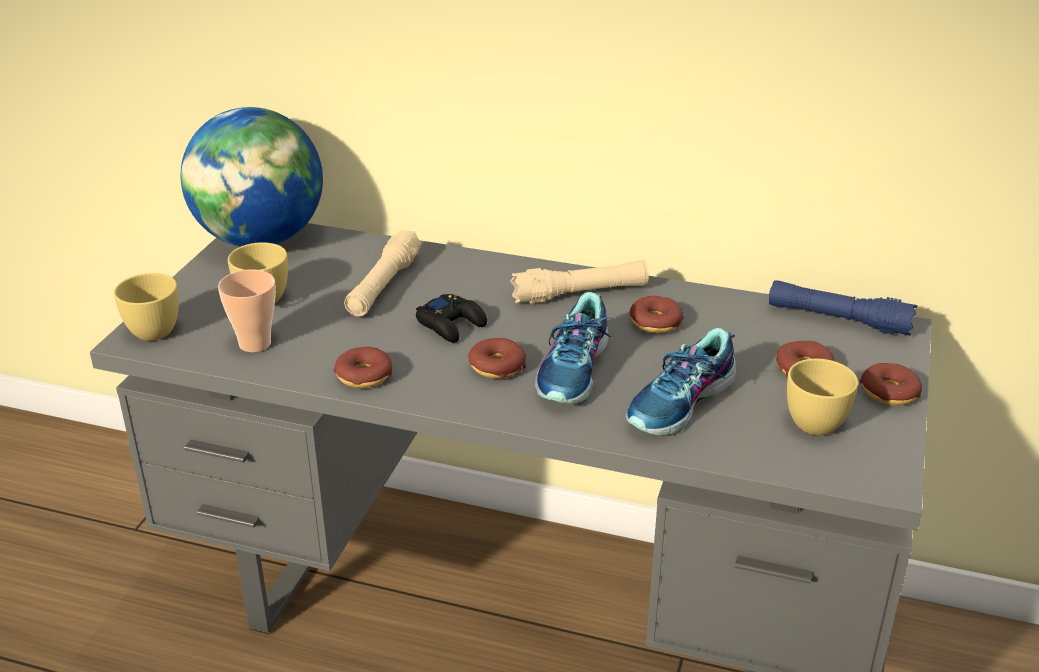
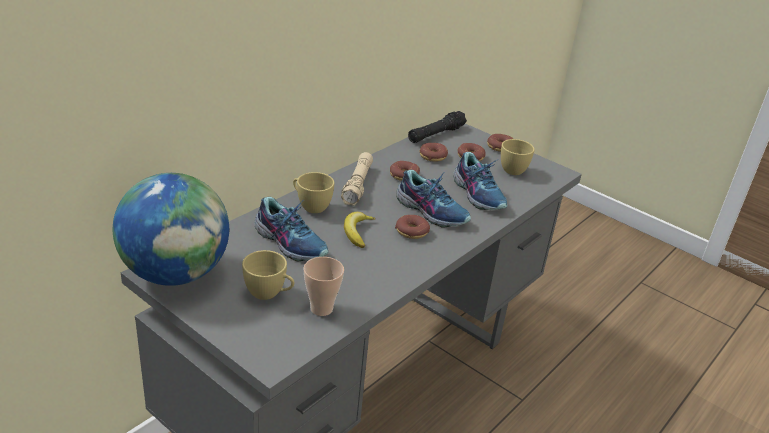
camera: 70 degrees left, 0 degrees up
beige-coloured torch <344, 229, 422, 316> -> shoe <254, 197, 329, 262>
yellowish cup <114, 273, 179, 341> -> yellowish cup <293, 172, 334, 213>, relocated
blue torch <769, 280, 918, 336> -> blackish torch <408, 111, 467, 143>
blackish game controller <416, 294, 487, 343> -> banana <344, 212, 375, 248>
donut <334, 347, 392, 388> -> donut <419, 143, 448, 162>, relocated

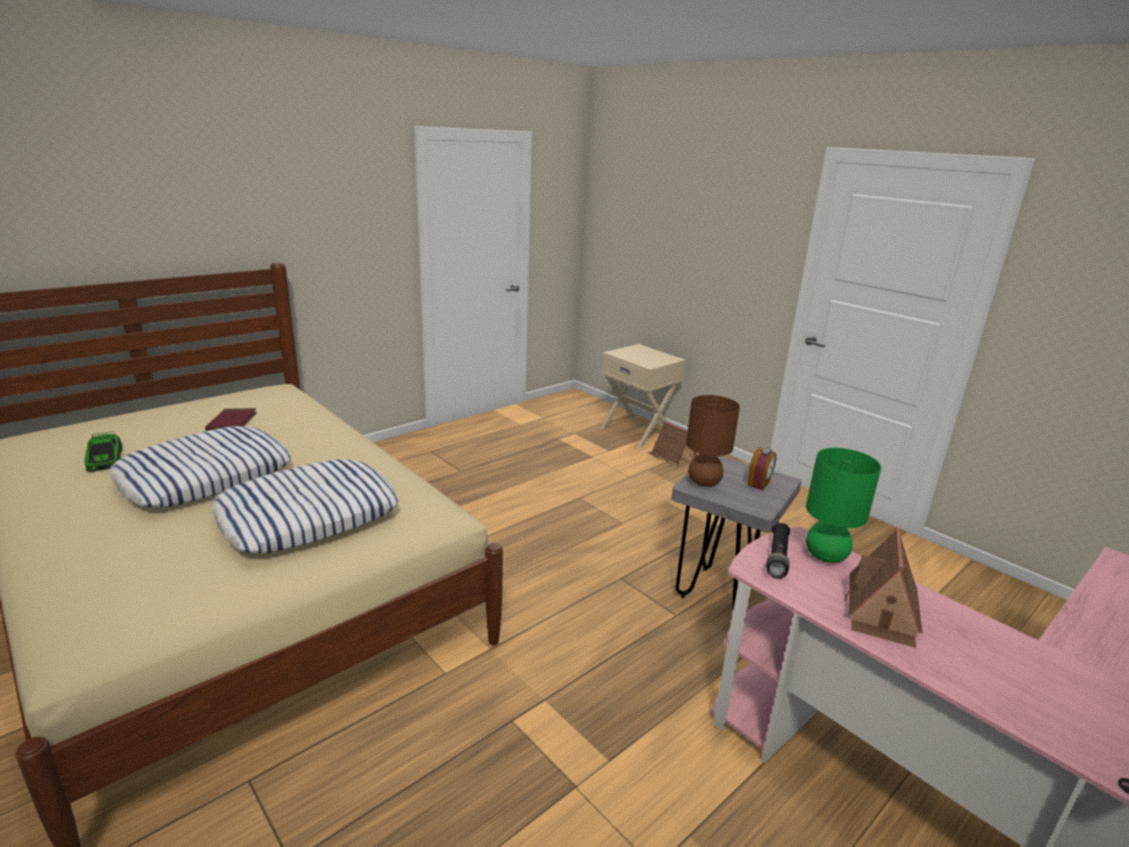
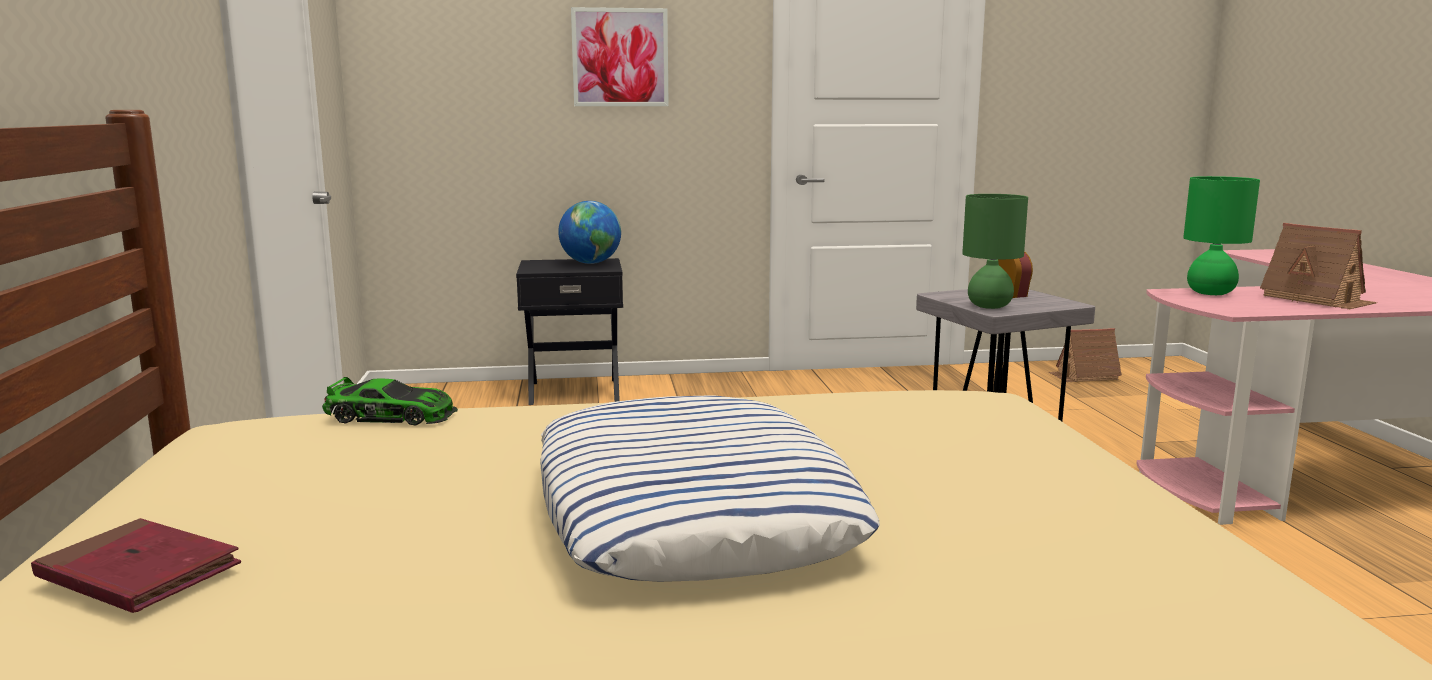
camera: 55 degrees left, 10 degrees down
beige-coloured night table <600, 344, 686, 447> -> blackish night table <516, 258, 623, 405>
brownish lamp for a table <686, 395, 740, 487> -> green-coloured lamp for a table <962, 194, 1028, 309>
red-coloured bound book <205, 408, 257, 431> -> red-coloured bound book <31, 518, 241, 613>, relocated
model house <648, 421, 697, 467> -> model house <1049, 328, 1122, 382>, relocated
toy car <84, 431, 122, 472> -> toy car <322, 377, 458, 426>, relocated
throw pillow <212, 459, 398, 554> -> none
blackish torch <766, 523, 790, 579> -> none
none -> picture <571, 7, 669, 106>
none -> desk globe <558, 201, 621, 264>

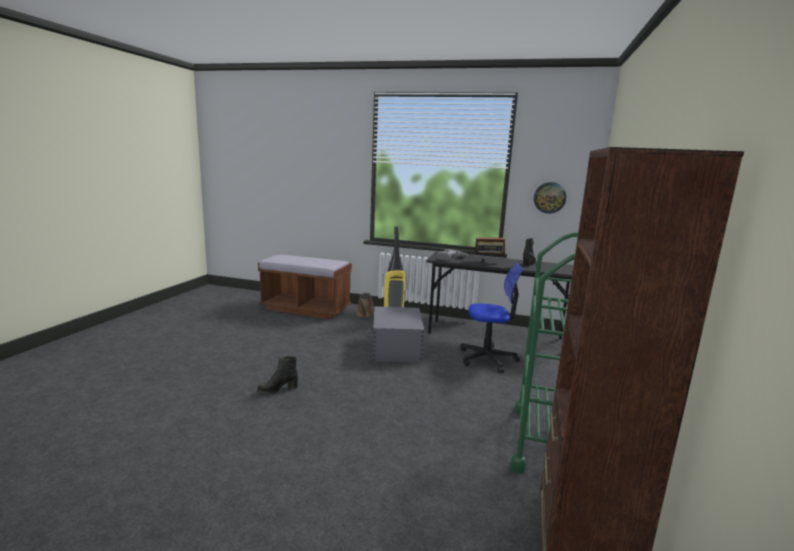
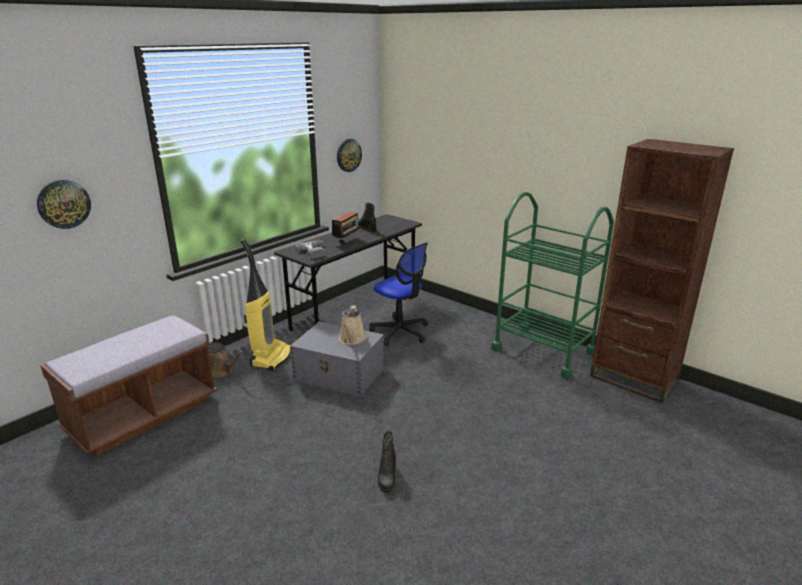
camera: 65 degrees left, 10 degrees up
desk chair <460, 263, 523, 373> -> desk chair <369, 242, 428, 346>, 105 degrees clockwise
none -> hanging clock <37, 180, 91, 229>
none -> beige-coloured watering can <339, 305, 366, 345>

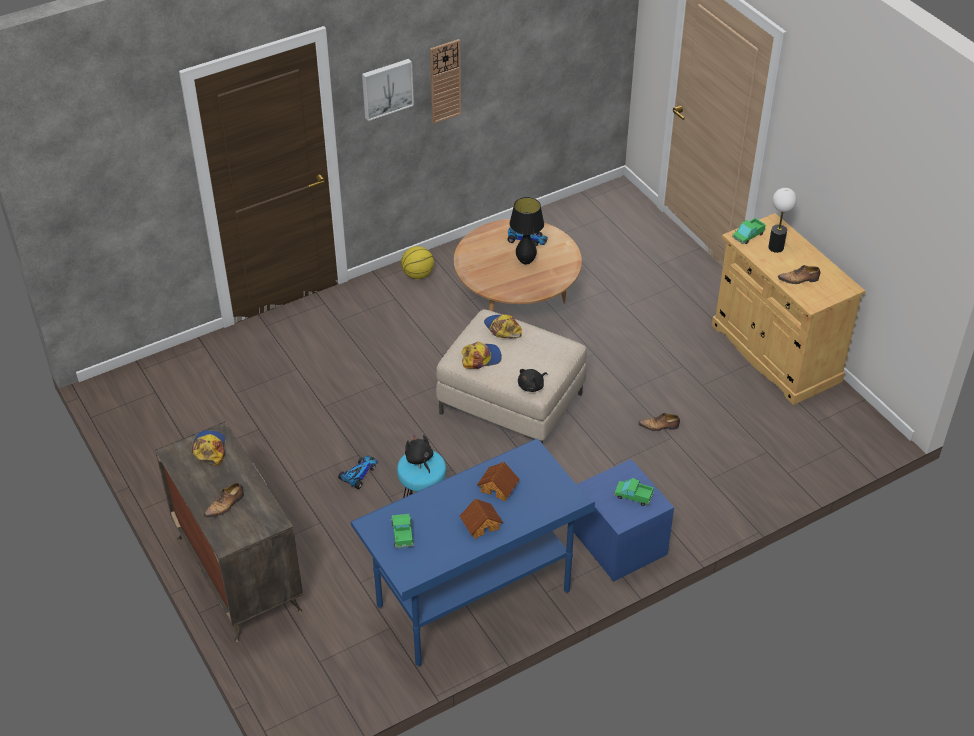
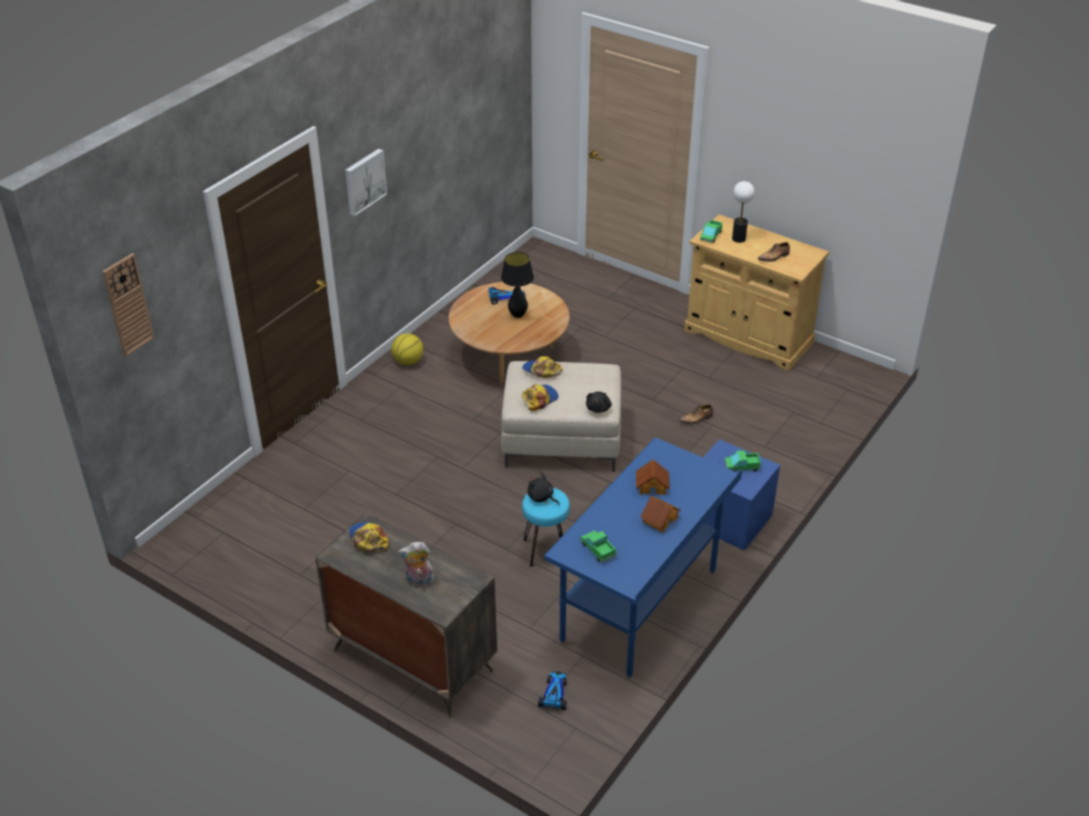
camera: 25 degrees left, 5 degrees down
hanging clock <430, 39, 461, 124> -> hanging clock <103, 253, 154, 356>, relocated
toy car <338, 455, 378, 489> -> toy car <538, 671, 567, 710>, relocated
shoe <204, 483, 244, 518> -> cuddly toy <398, 542, 435, 586>

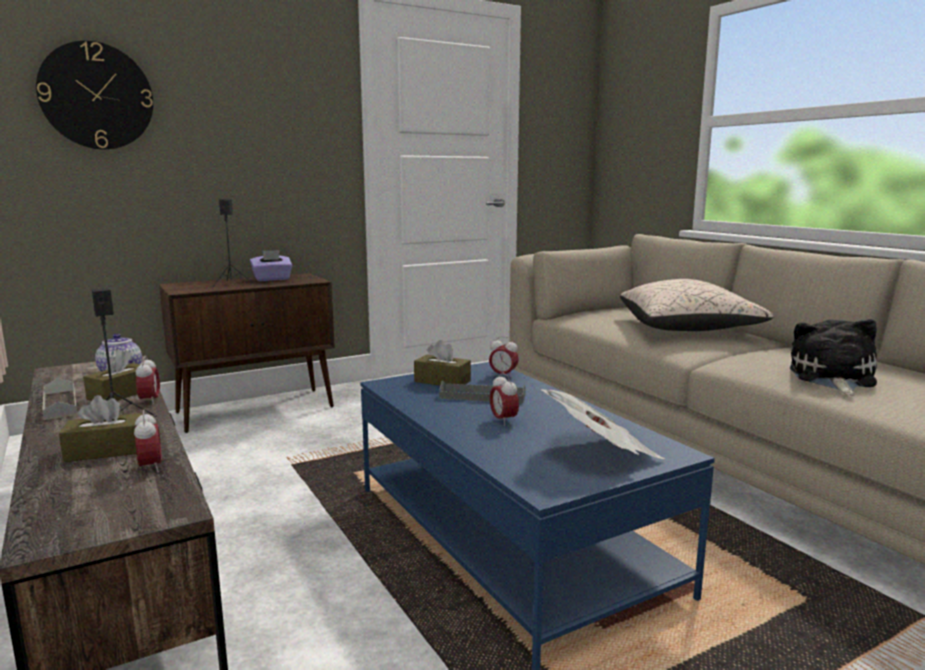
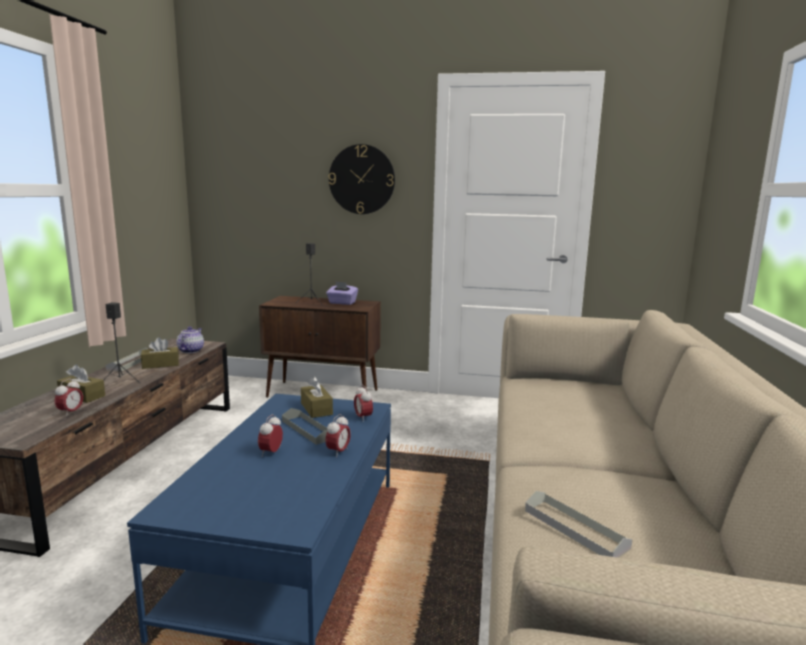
camera: 40 degrees right, 0 degrees up
hanging clock <36, 41, 153, 149> -> hanging clock <329, 144, 395, 214>, relocated
beige-coloured throw pillow <620, 279, 774, 331> -> none
cuddly toy <790, 319, 877, 395> -> gray tray <525, 491, 633, 558>
alarm clock <136, 356, 160, 405> -> alarm clock <325, 414, 351, 457>, relocated
newspaper <541, 389, 665, 459> -> none

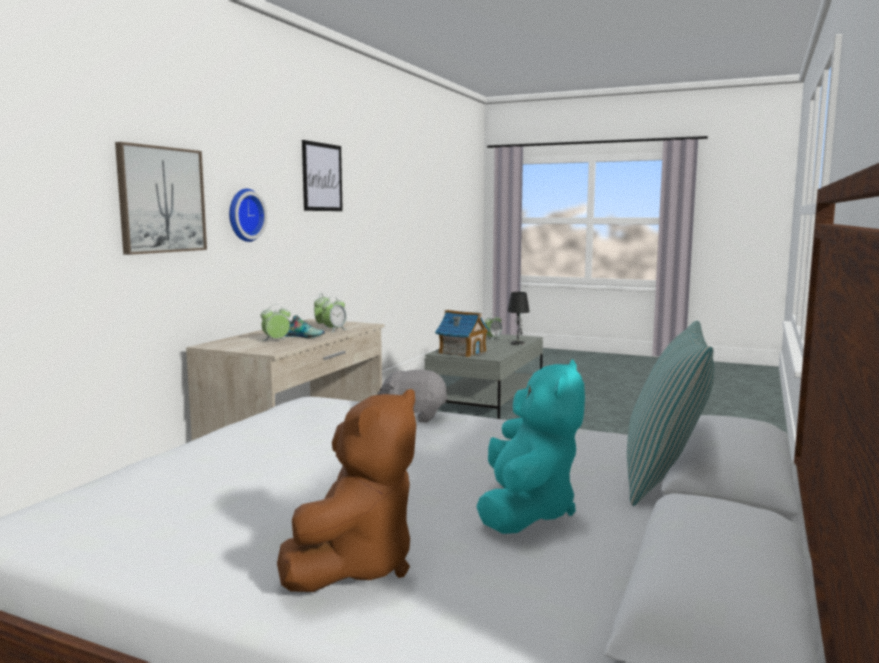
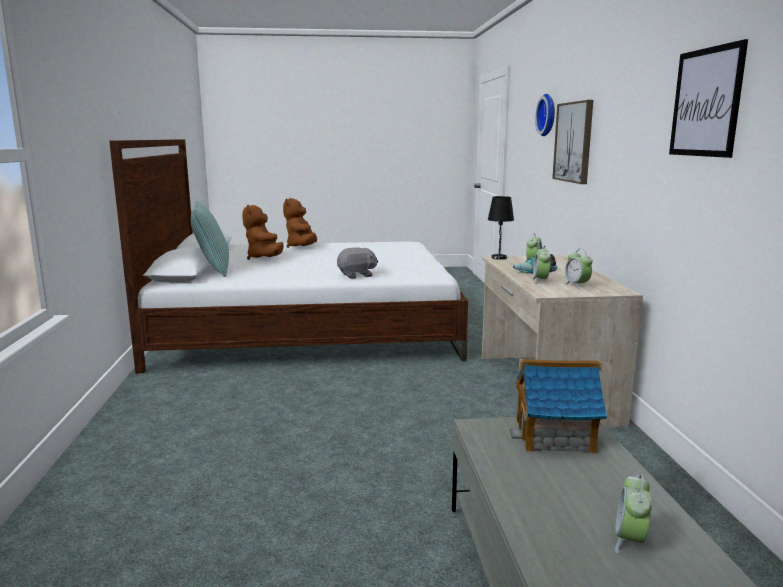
camera: 150 degrees right, 5 degrees up
hanging clock <229, 189, 267, 242> -> hanging clock <535, 94, 555, 136>, relocated
blackish lamp for a table <507, 292, 530, 345> -> blackish lamp for a table <488, 196, 514, 260>, relocated
blue-green cuddly toy <476, 359, 585, 534> -> brownish cuddly toy <242, 205, 284, 260>

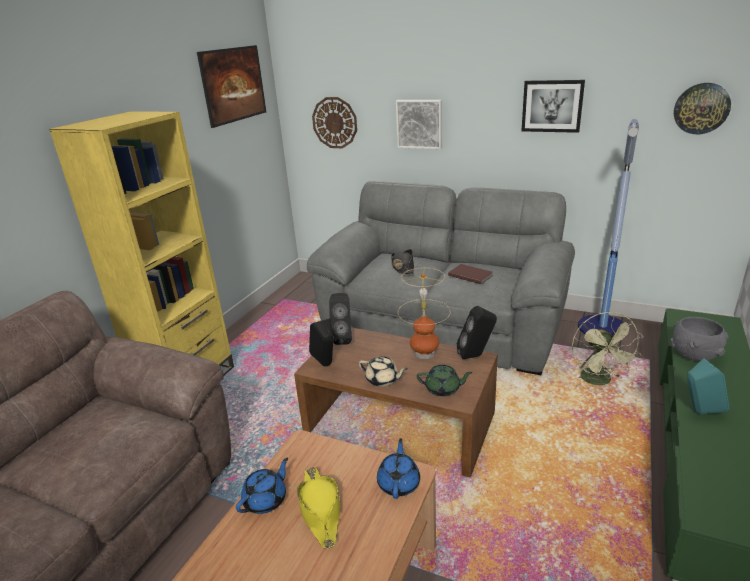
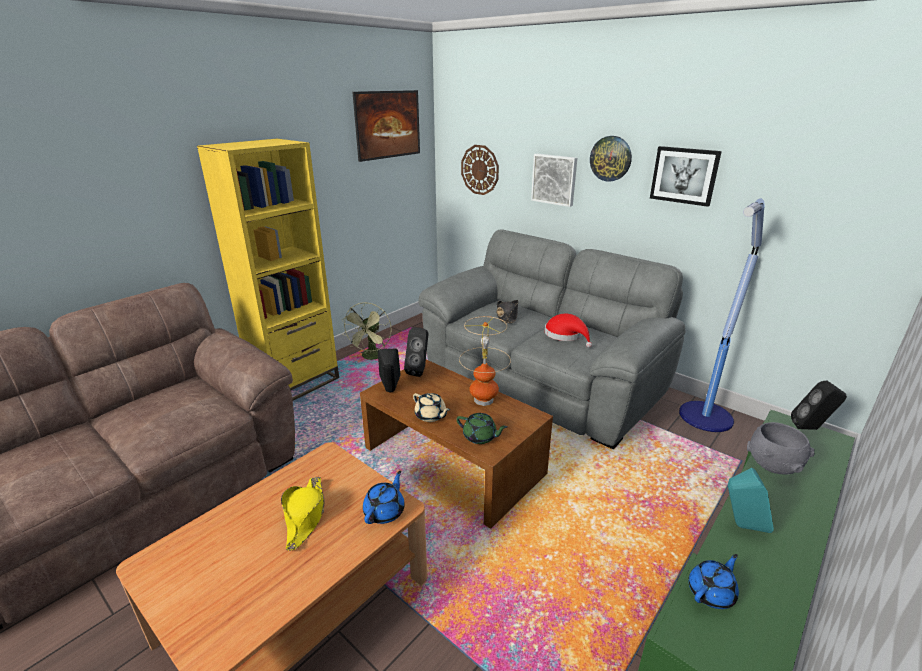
camera: 15 degrees right, 0 degrees up
hanging clock <674, 83, 731, 134> -> hanging clock <590, 136, 632, 182>, relocated
brownish bound book <448, 264, 493, 284> -> red-coloured hat <545, 314, 592, 348>
blackish loudspeaker <457, 306, 497, 359> -> blackish loudspeaker <791, 381, 847, 430>, relocated
green-coloured fan <572, 312, 644, 386> -> green-coloured fan <342, 302, 391, 360>, relocated
blue tea pot <236, 457, 288, 514> -> blue tea pot <688, 554, 739, 609>, relocated

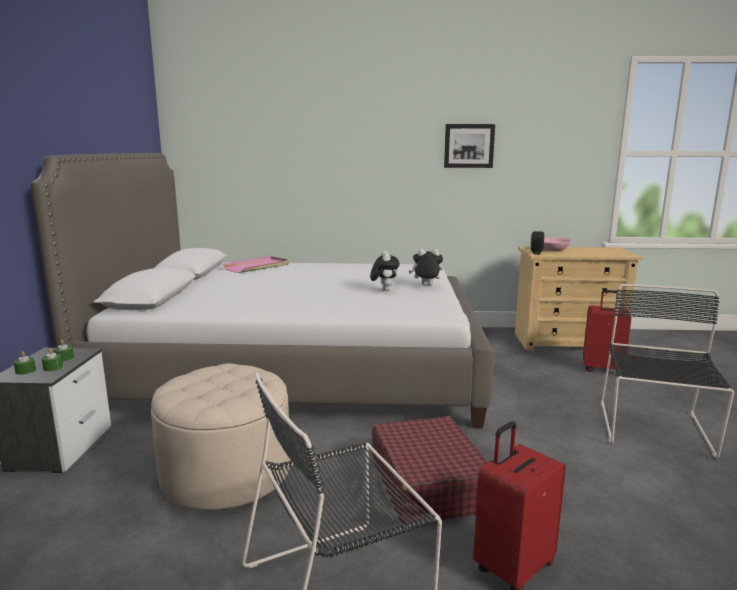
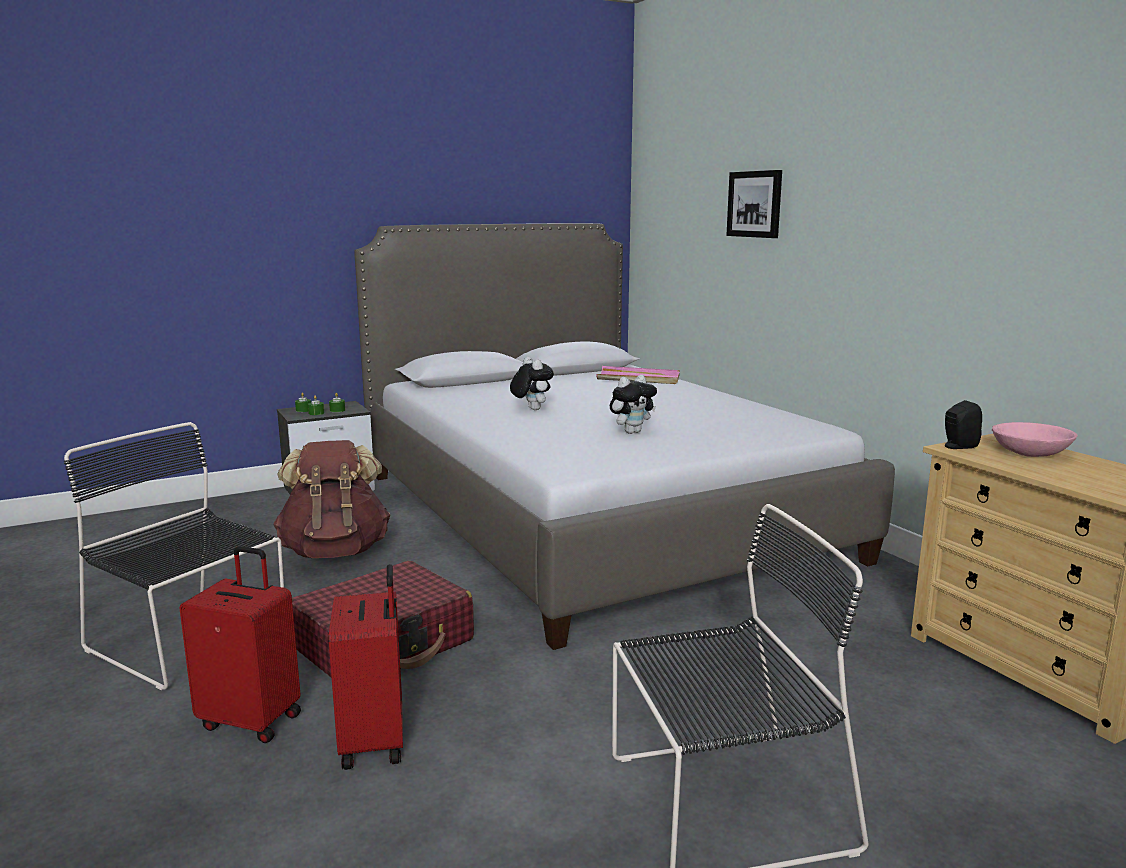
camera: 60 degrees right, 0 degrees up
picture <444, 124, 495, 168> -> picture <726, 170, 782, 238>, relocated
cuddly toy <409, 249, 443, 286> -> cuddly toy <510, 357, 554, 410>, relocated
red-coloured piece of luggage <583, 290, 631, 372> -> red-coloured piece of luggage <329, 564, 403, 770>, relocated
beige-coloured pouffe <151, 363, 290, 510> -> brownish knapsack <273, 440, 390, 558>

